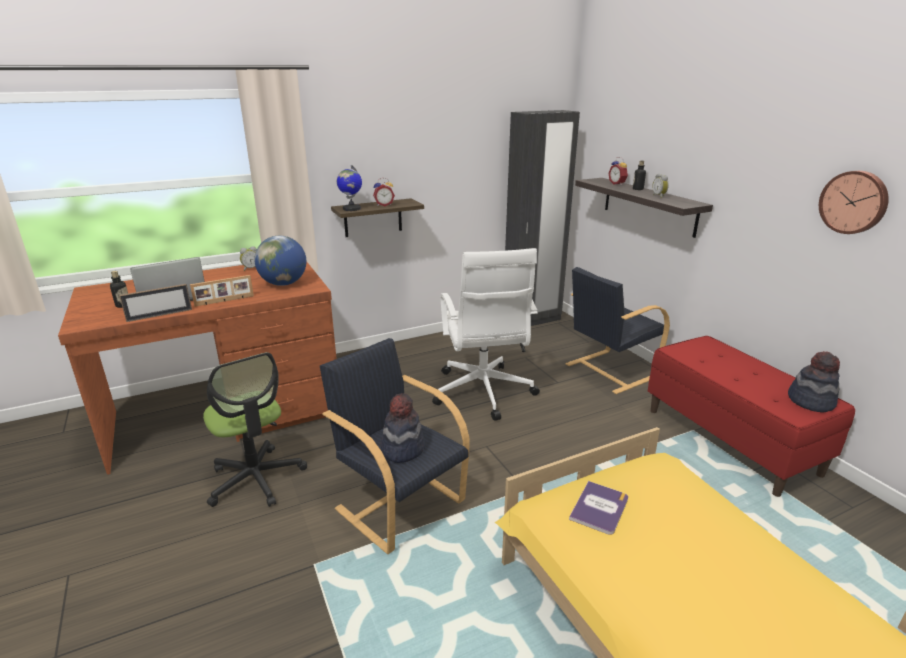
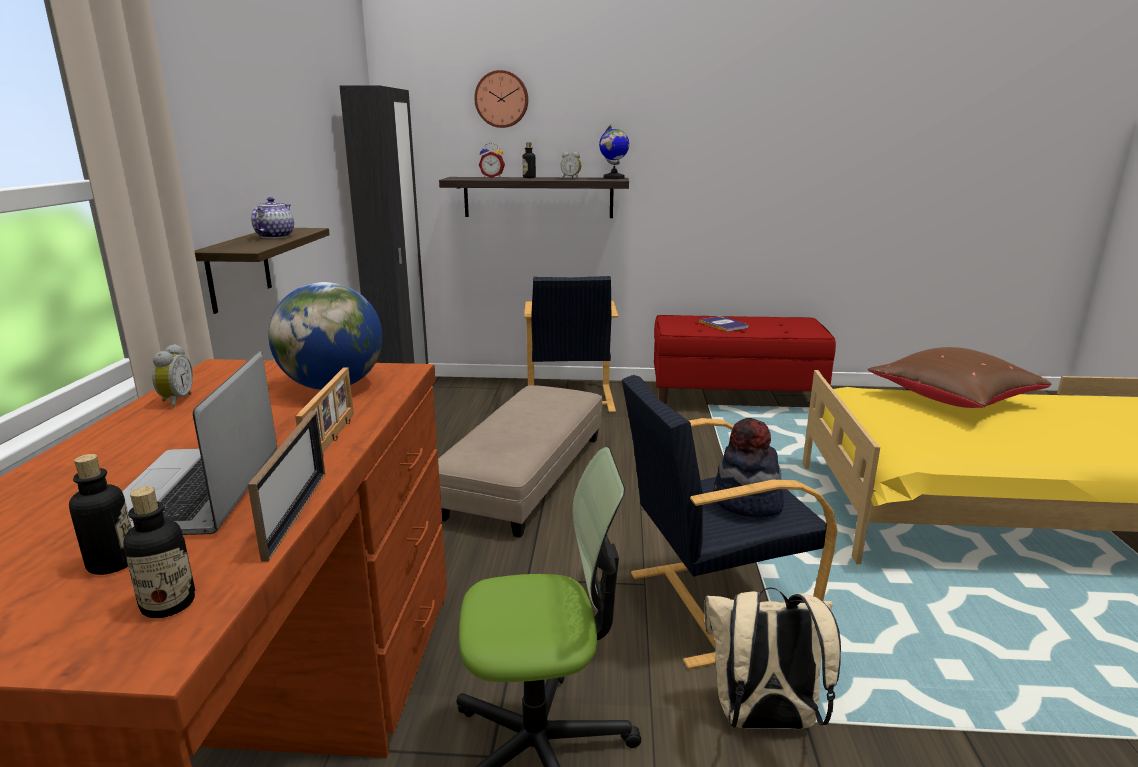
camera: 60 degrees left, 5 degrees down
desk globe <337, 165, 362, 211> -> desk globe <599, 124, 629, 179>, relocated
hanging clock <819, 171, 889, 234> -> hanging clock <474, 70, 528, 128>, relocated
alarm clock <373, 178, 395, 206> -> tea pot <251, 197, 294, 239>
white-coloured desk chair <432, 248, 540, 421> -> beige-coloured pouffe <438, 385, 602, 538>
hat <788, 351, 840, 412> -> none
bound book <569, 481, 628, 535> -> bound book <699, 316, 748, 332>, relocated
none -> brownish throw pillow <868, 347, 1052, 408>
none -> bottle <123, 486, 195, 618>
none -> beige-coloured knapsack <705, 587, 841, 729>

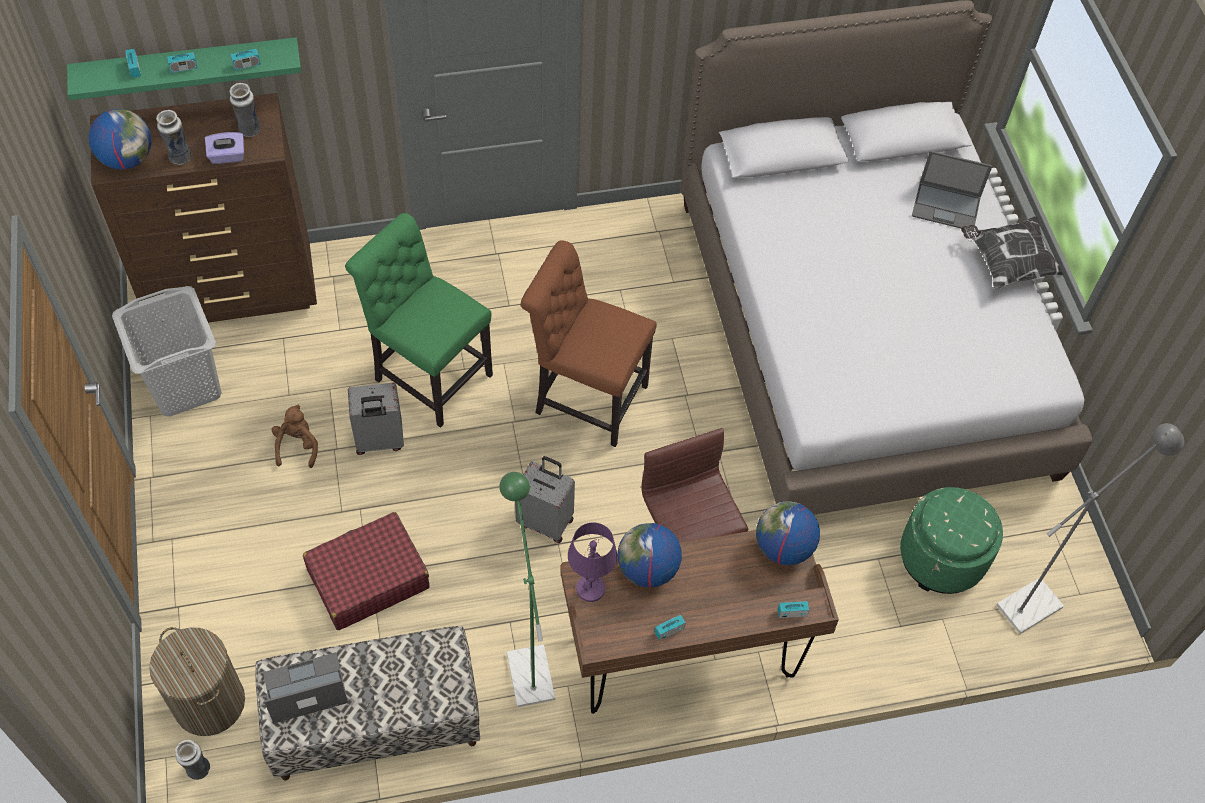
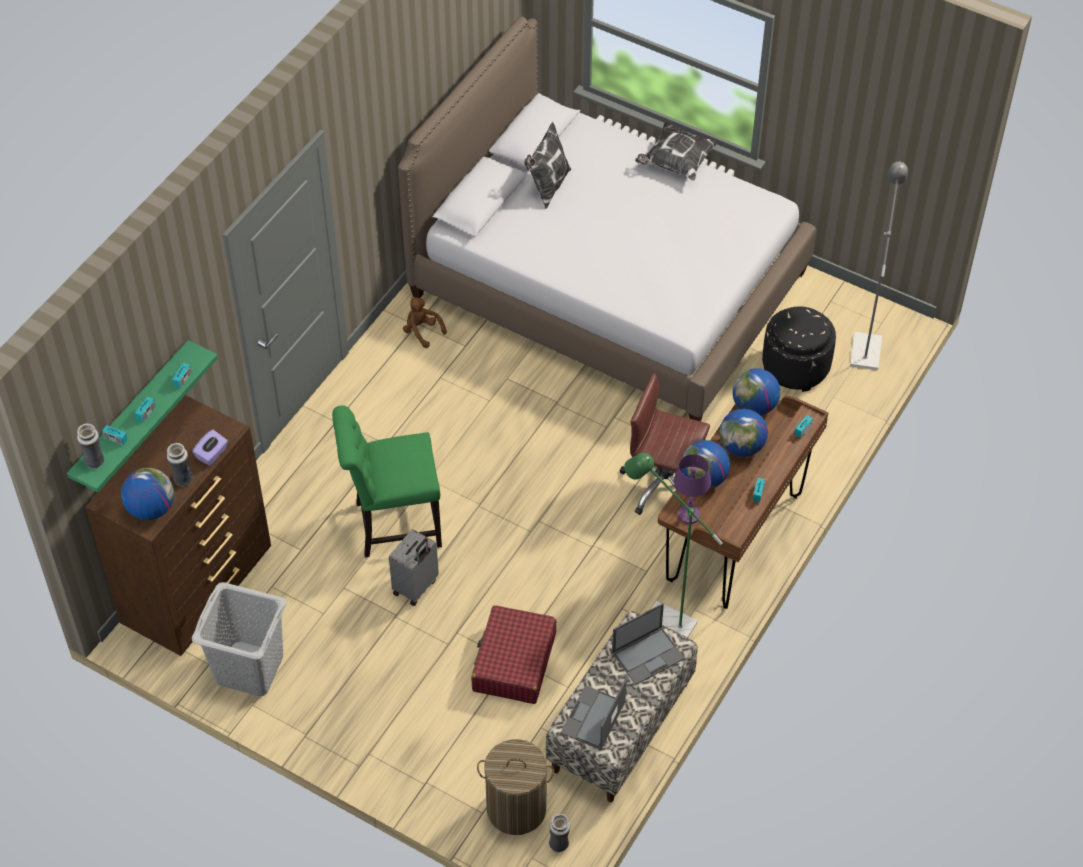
camera: 45 degrees left, 5 degrees down
decorative vase <229, 83, 261, 137> -> decorative vase <77, 423, 105, 469>, relocated
portable computer <912, 151, 993, 231> -> portable computer <612, 603, 685, 685>, relocated
brownish chair <521, 241, 657, 447> -> none
brownish cuddly toy <272, 404, 318, 468> -> brownish cuddly toy <403, 297, 447, 348>, relocated
gray piece of luggage <515, 456, 575, 543> -> none
green-coloured pouffe <900, 487, 1003, 594> -> blackish pouffe <762, 307, 836, 392>
none -> throw pillow <525, 122, 571, 209>
none -> desk globe <719, 409, 768, 457>

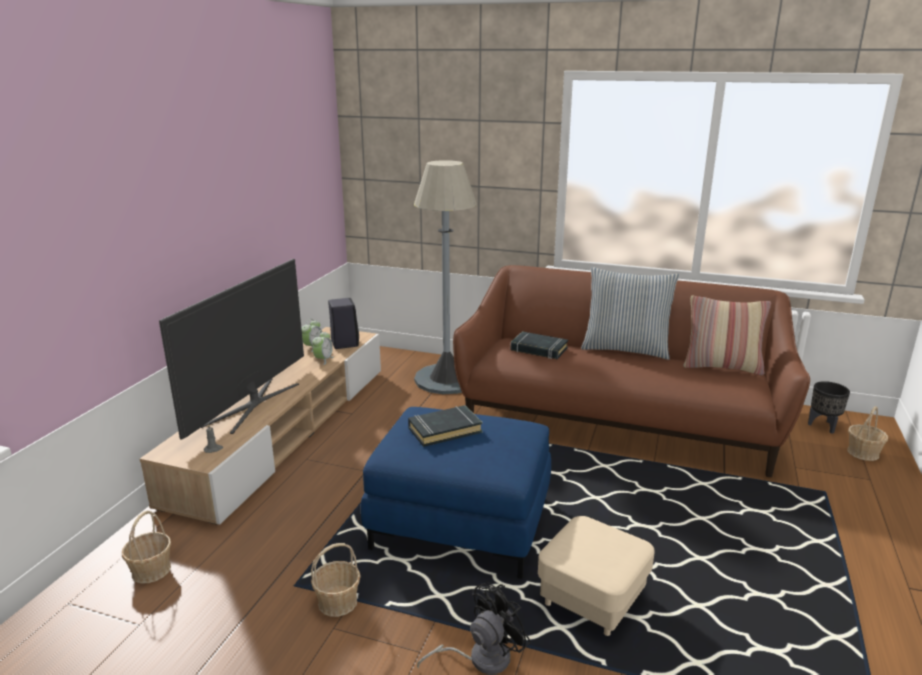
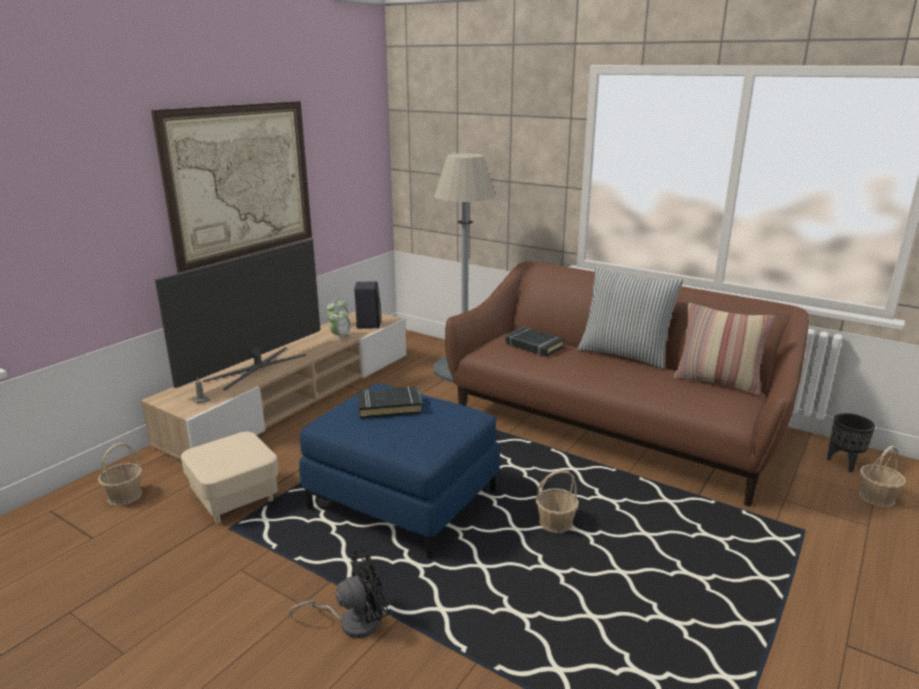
camera: 15 degrees right, 0 degrees up
beige-coloured pouffe <538, 516, 655, 636> -> beige-coloured pouffe <181, 432, 279, 524>, relocated
basket <311, 543, 361, 617> -> basket <536, 470, 579, 533>, relocated
none -> picture <151, 101, 312, 273>

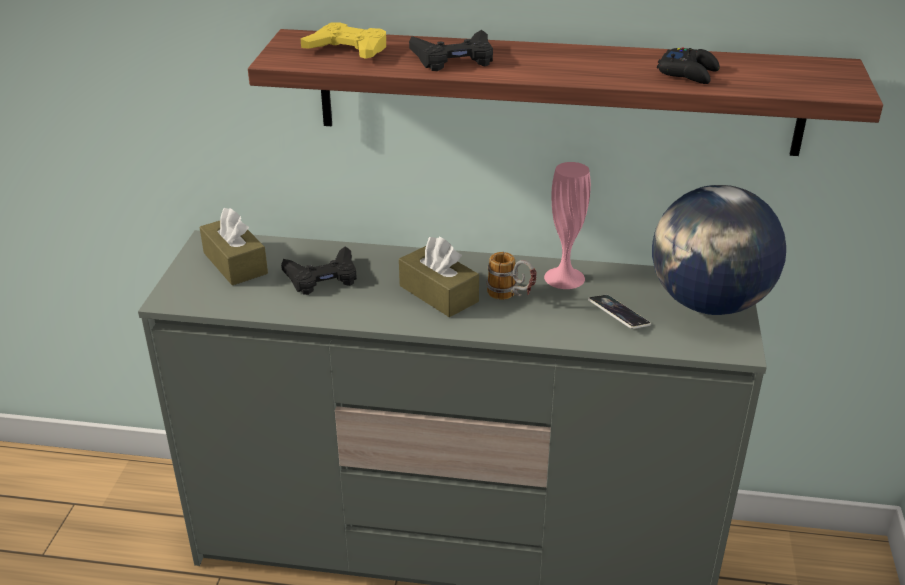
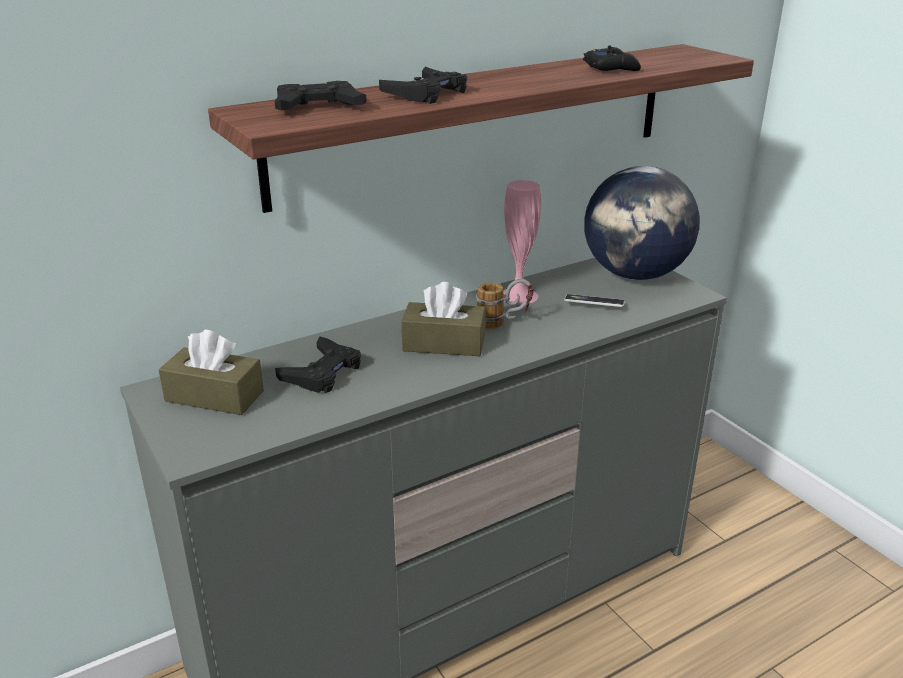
camera: 40 degrees left, 5 degrees down
yellowish game controller <301, 22, 386, 59> -> blackish game controller <275, 81, 367, 111>

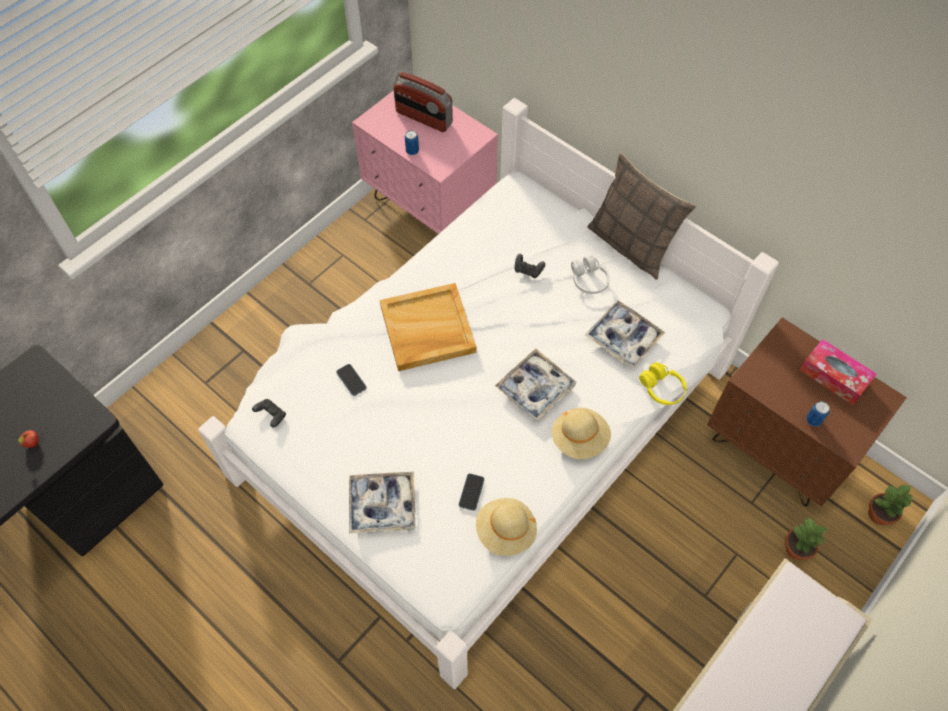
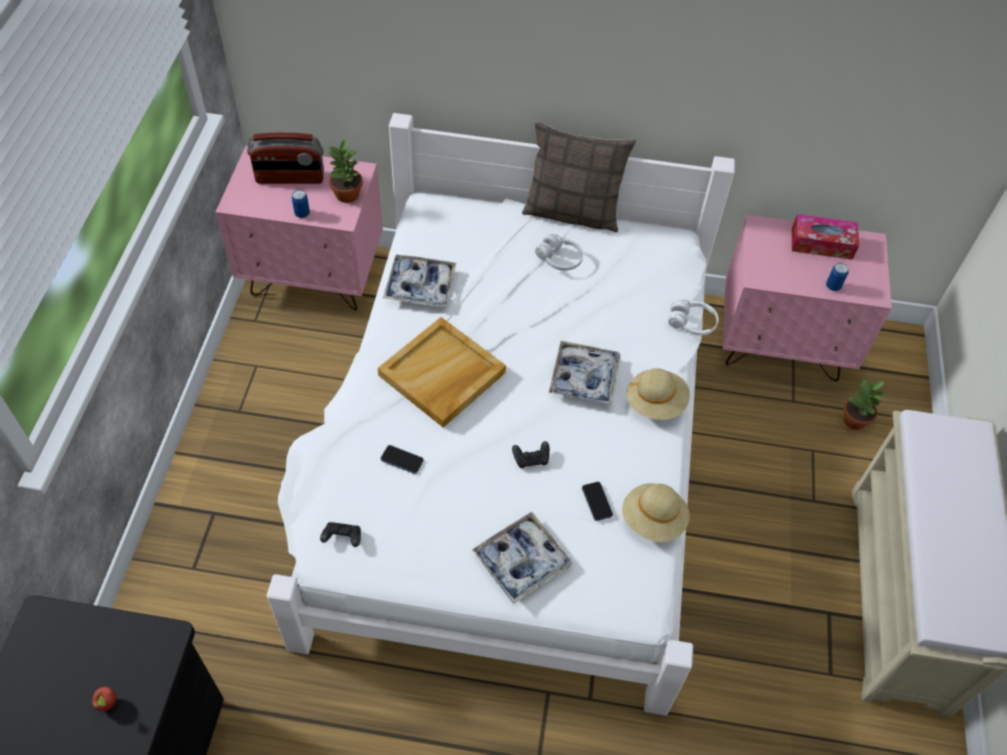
camera: 35 degrees left, 5 degrees down
blackish game controller <515, 254, 545, 278> -> blackish game controller <512, 441, 550, 468>, relocated
tray <585, 301, 665, 368> -> tray <383, 255, 456, 307>, relocated
brownish night table <707, 317, 907, 507> -> pink night table <722, 215, 892, 381>
yellowish pair of headphones <639, 362, 687, 405> -> white-coloured pair of headphones <668, 299, 718, 335>
houseplant <868, 484, 913, 525> -> houseplant <328, 139, 363, 203>, relocated

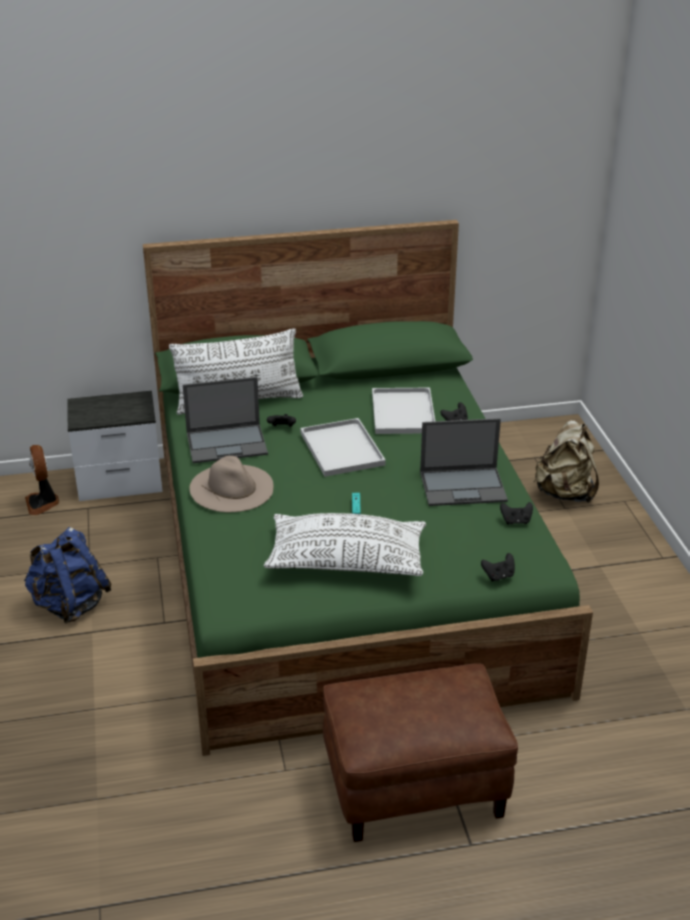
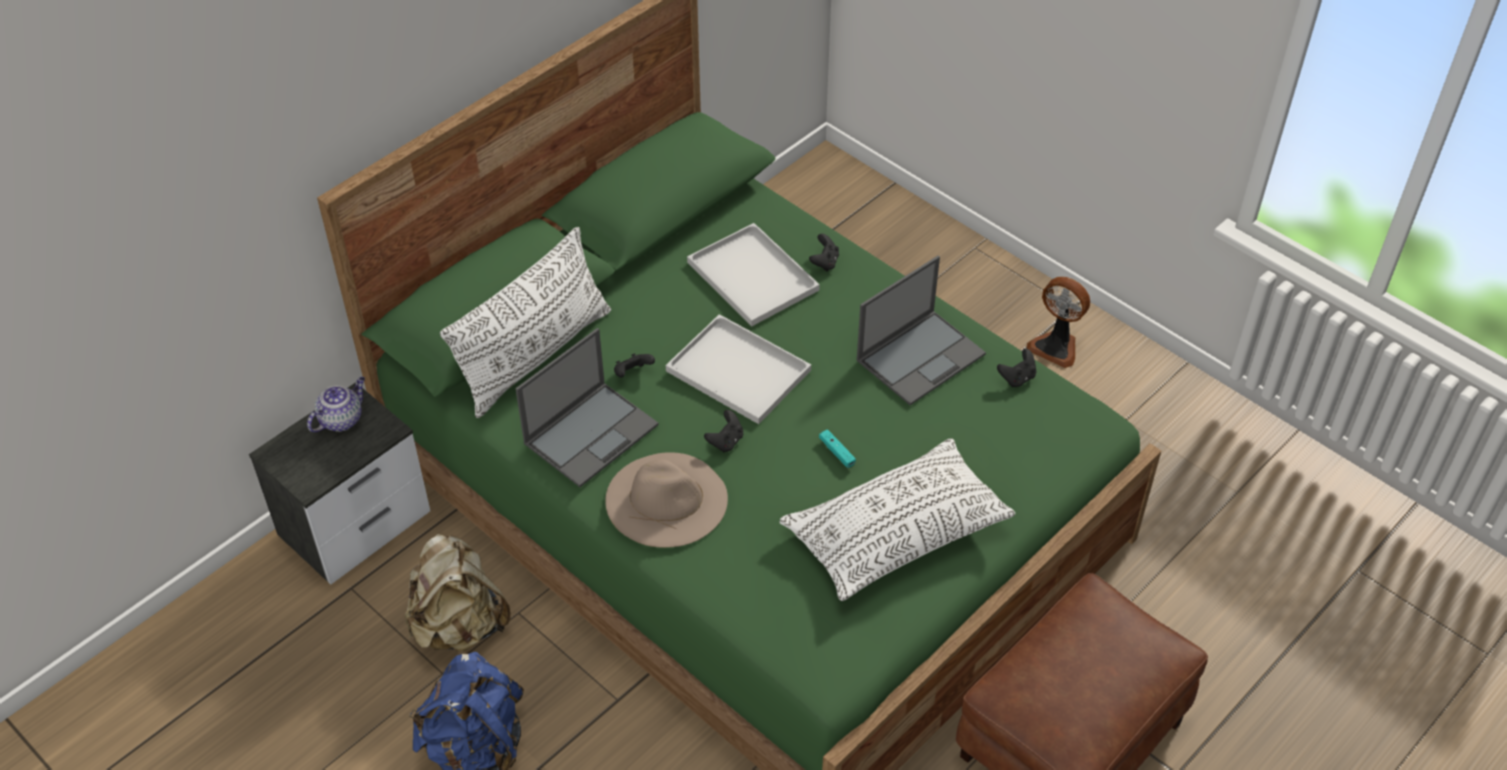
camera: 35 degrees left, 15 degrees up
beige-coloured knapsack <534, 420, 599, 503> -> beige-coloured knapsack <405, 534, 511, 652>, relocated
fan <25, 445, 60, 515> -> fan <1026, 277, 1090, 368>, relocated
blackish game controller <481, 553, 515, 581> -> blackish game controller <704, 410, 743, 452>, relocated
none -> tea pot <307, 377, 365, 432>

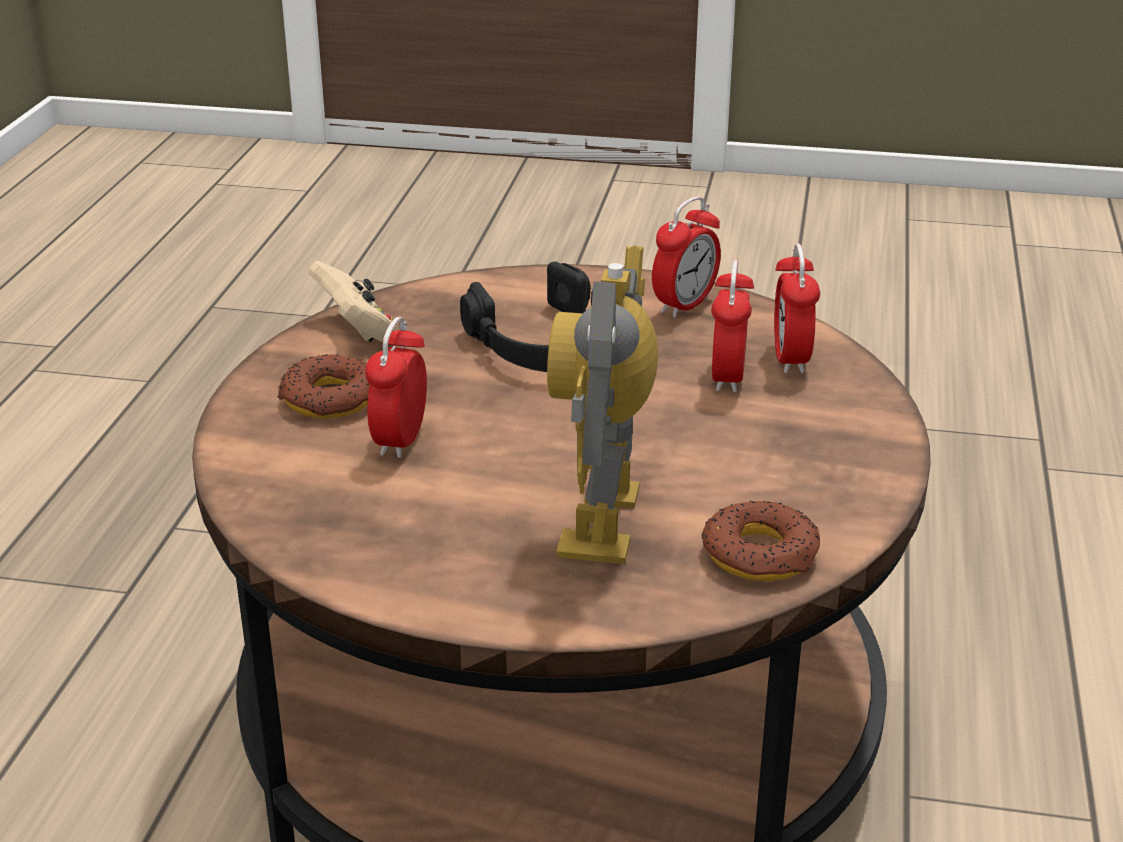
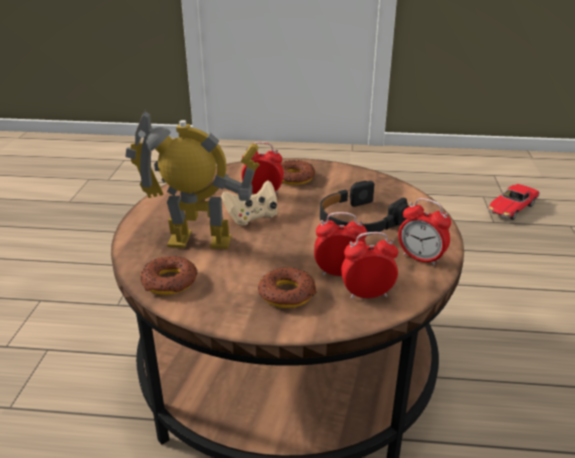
camera: 85 degrees right, 0 degrees up
beige-coloured game controller <308, 261, 396, 342> -> beige-coloured game controller <221, 180, 278, 226>, relocated
none -> toy car <487, 184, 540, 220>
none -> donut <258, 267, 317, 308>

